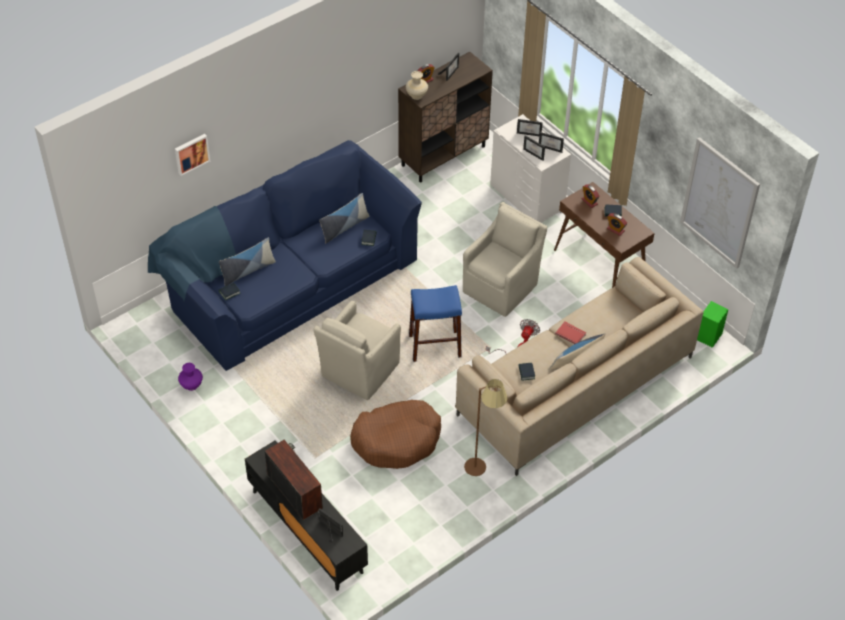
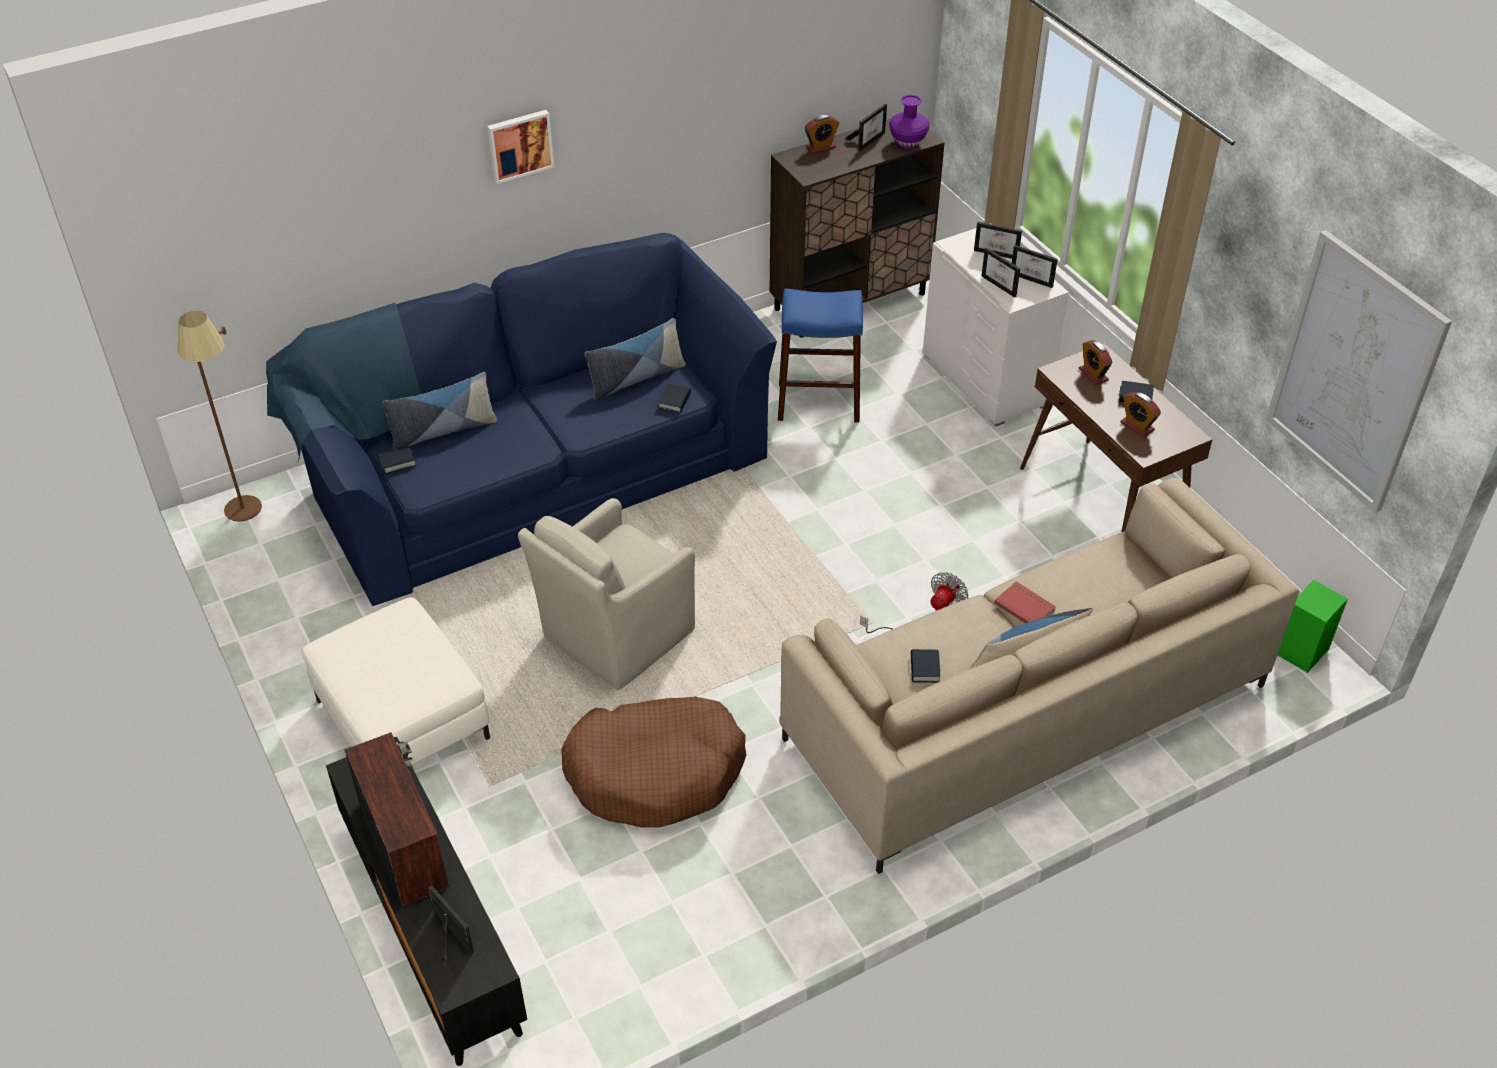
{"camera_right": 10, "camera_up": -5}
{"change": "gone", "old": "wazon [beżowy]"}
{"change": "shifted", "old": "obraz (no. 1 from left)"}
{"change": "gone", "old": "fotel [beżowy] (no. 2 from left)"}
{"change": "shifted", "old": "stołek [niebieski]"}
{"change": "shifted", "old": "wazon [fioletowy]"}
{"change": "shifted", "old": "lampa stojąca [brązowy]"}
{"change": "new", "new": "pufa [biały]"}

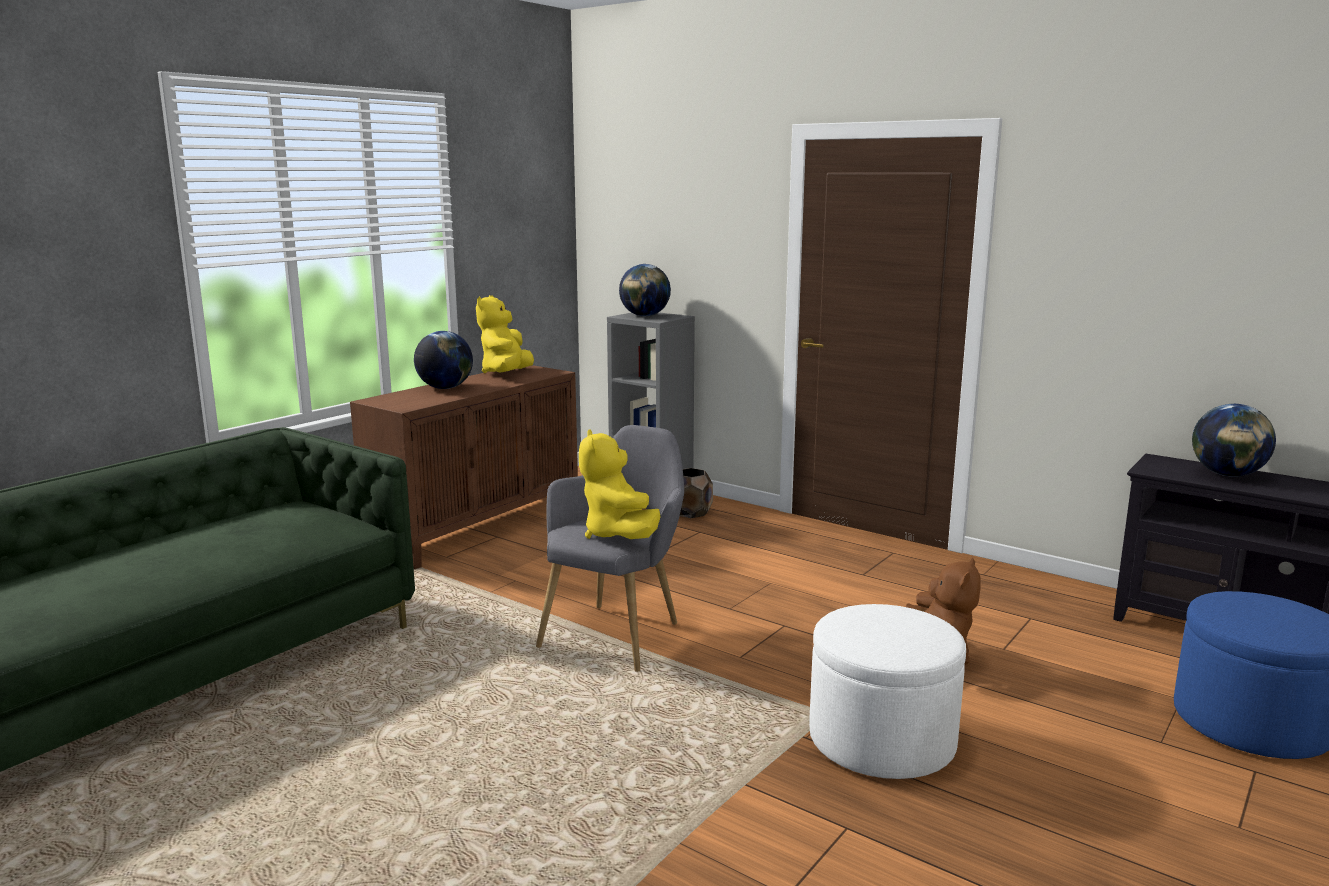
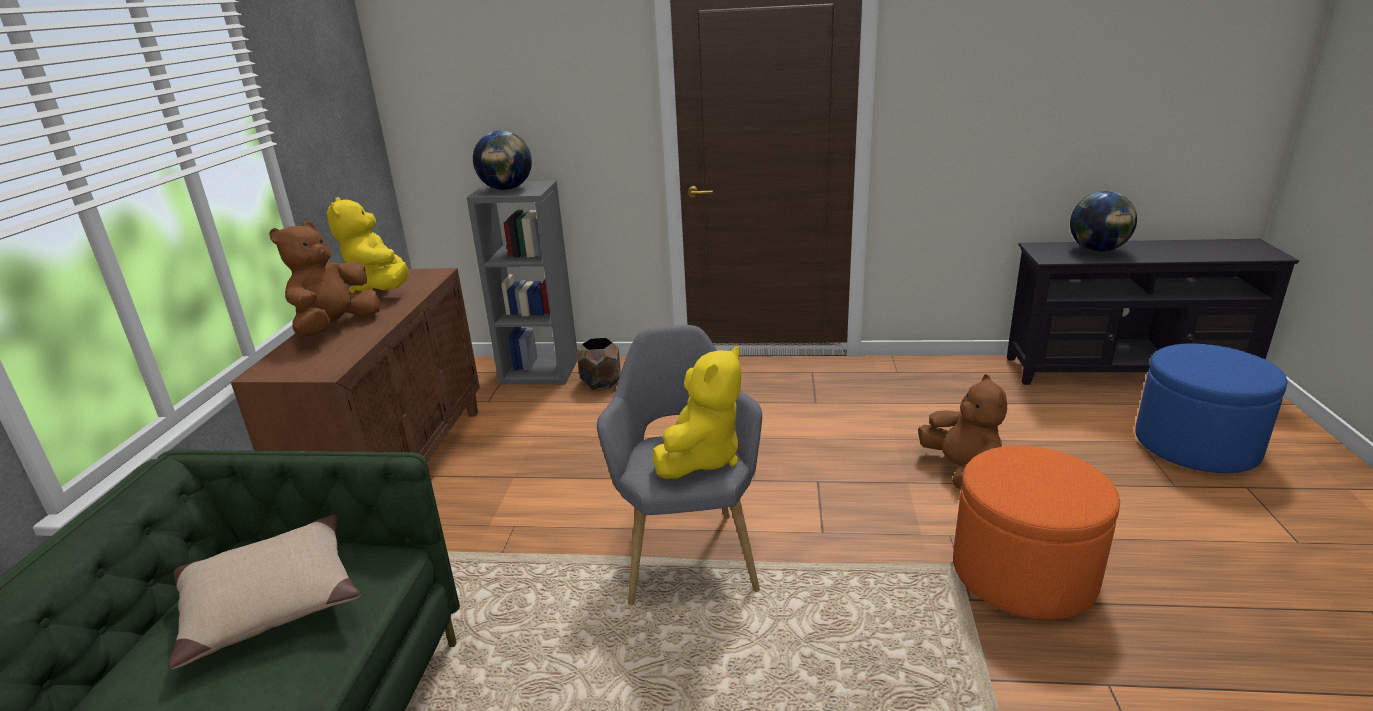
{"camera_right": -30, "camera_up": 10}
{"change": "swapped", "old": "globus (no. 1 from left)", "new": "pluszak [brązowy] (no. 1 from left)"}
{"change": "rotated", "old": "pluszak [żółty] (no. 2 from left)", "degrees": -105}
{"change": "repainted", "old": "pufa [biały]", "new": "pufa [pomarańczowy]"}
{"change": "new", "new": "poduszka [beżowy]"}

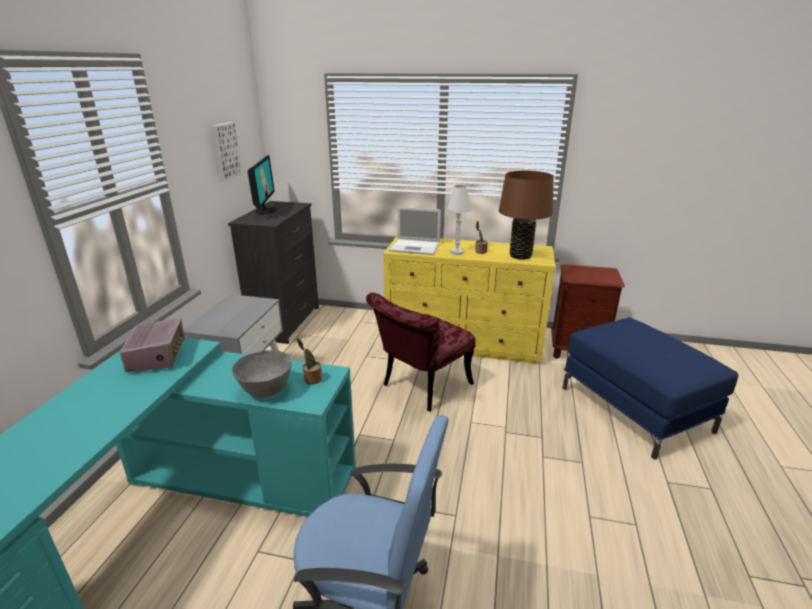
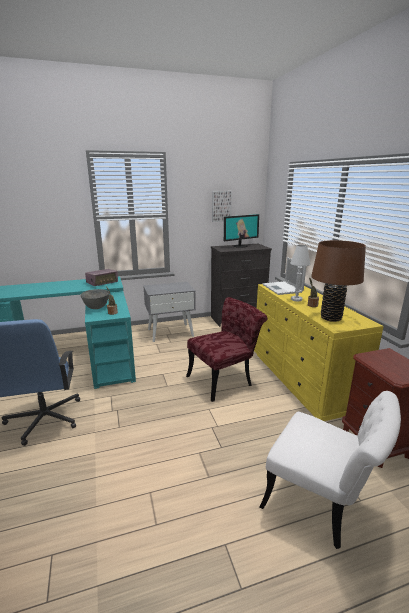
{"camera_right": 60, "camera_up": -5}
{"change": "rotated", "old": "krzesło [czerwony]", "degrees": 135}
{"change": "swapped", "old": "pufa [niebieski]", "new": "krzesło [biały]"}

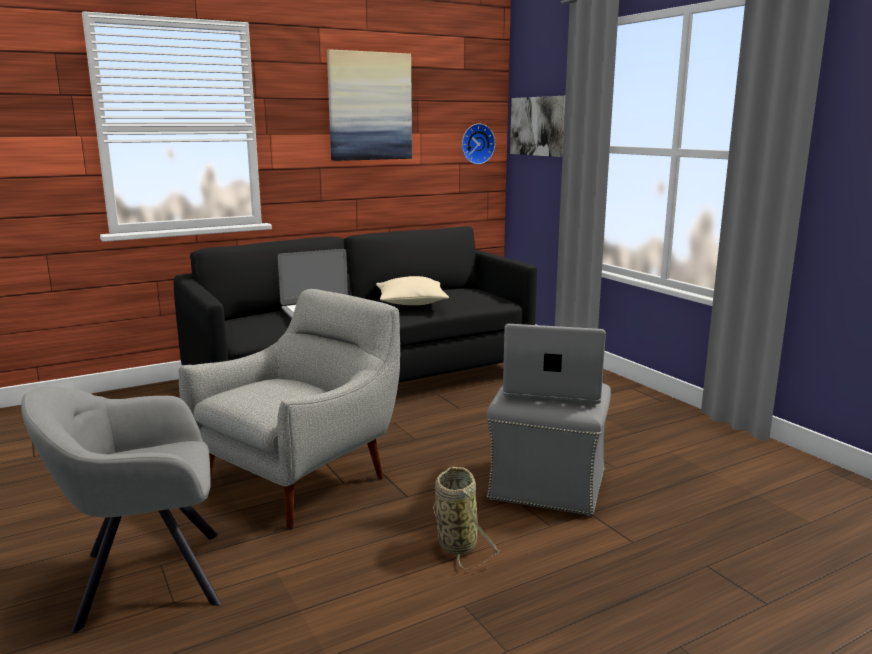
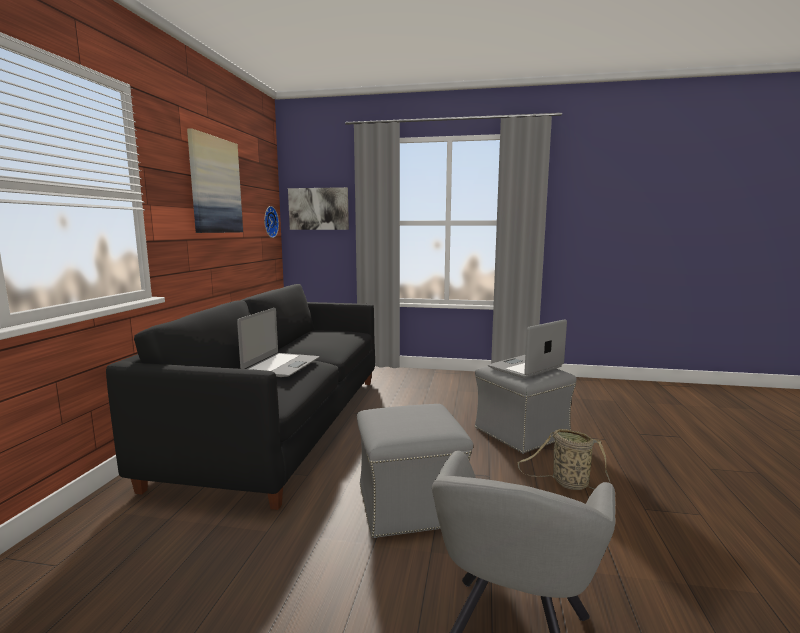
{"camera_right": -50, "camera_up": -5}
{"change": "gone", "old": "poduszka [beżowy]"}
{"change": "swapped", "old": "fotel [szary] (no. 2 from left)", "new": "pufa [szary] (no. 1 from left)"}

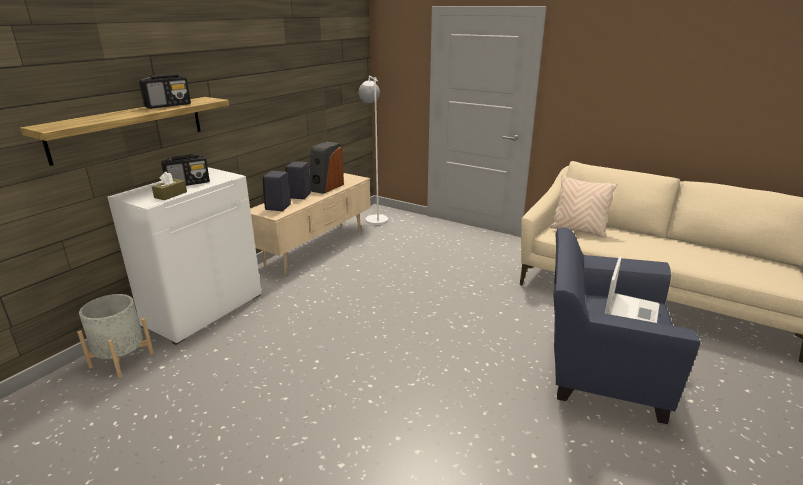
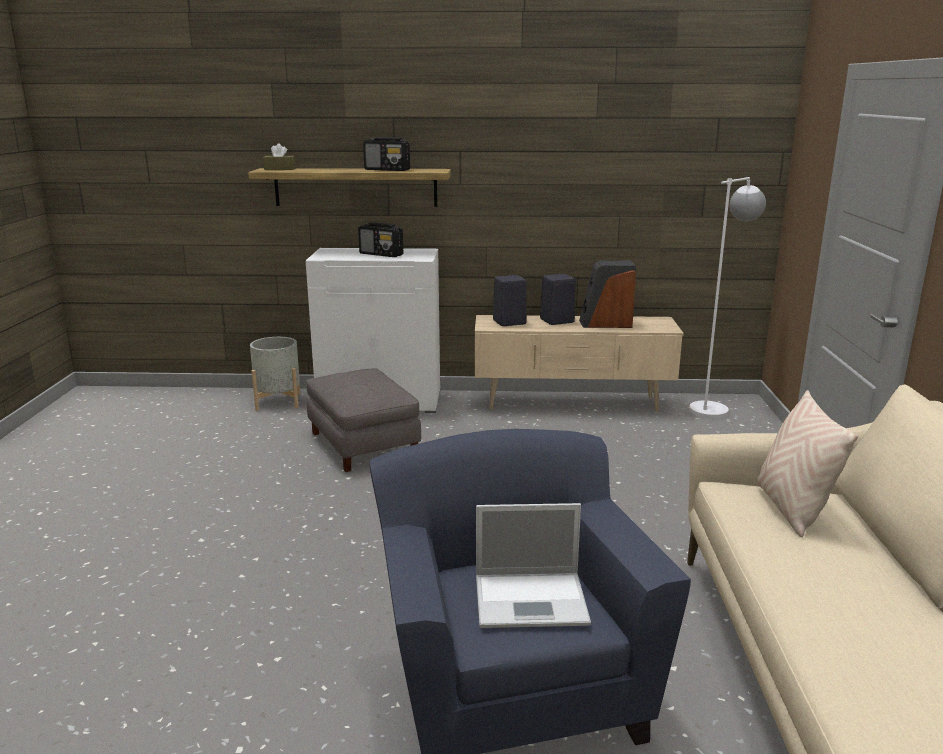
{"camera_right": 60, "camera_up": -5}
{"change": "shifted", "old": "pudełko chusteczek [brązowy]"}
{"change": "new", "new": "pufa [szary]"}

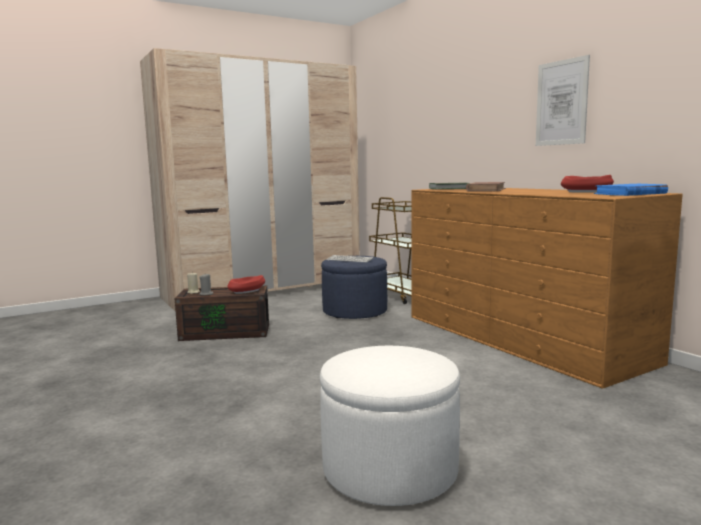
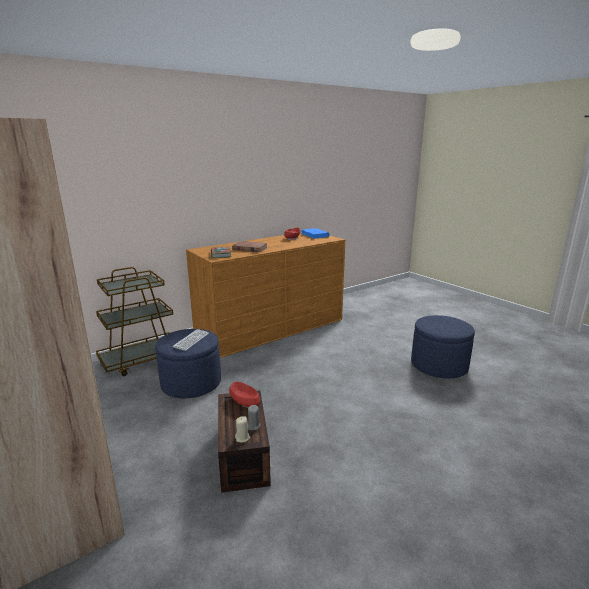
{"camera_right": -95, "camera_up": 10}
{"change": "gone", "old": "obraz"}
{"change": "repainted", "old": "pufa [biały]", "new": "pufa [niebieski] (no. 2 from left)"}

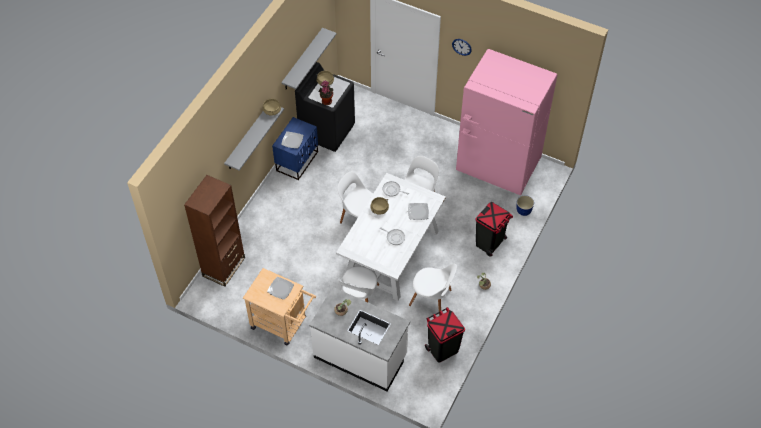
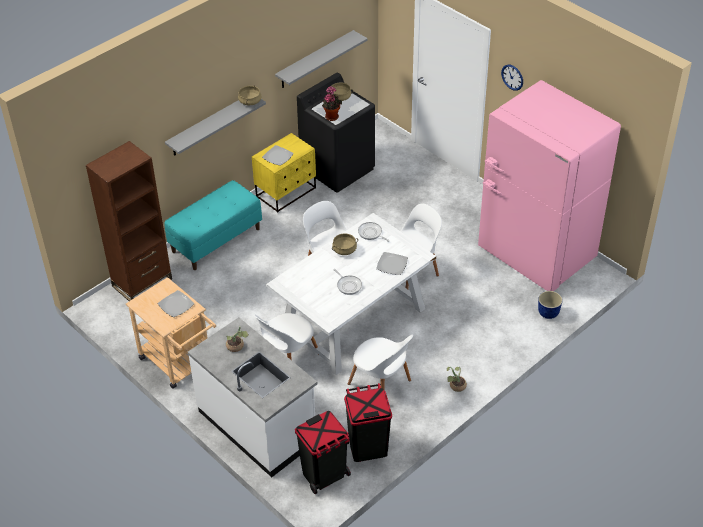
{"camera_right": 20, "camera_up": -10}
{"change": "repainted", "old": "szafka nocna [niebieski]", "new": "szafka nocna [żółty]"}
{"change": "shifted", "old": "kosz na śmieci [czarny] (no. 2 from left in the first image)", "new": "kosz na śmieci [czarny] (no. 1 from left)"}
{"change": "new", "new": "ławka [turkusowy]"}

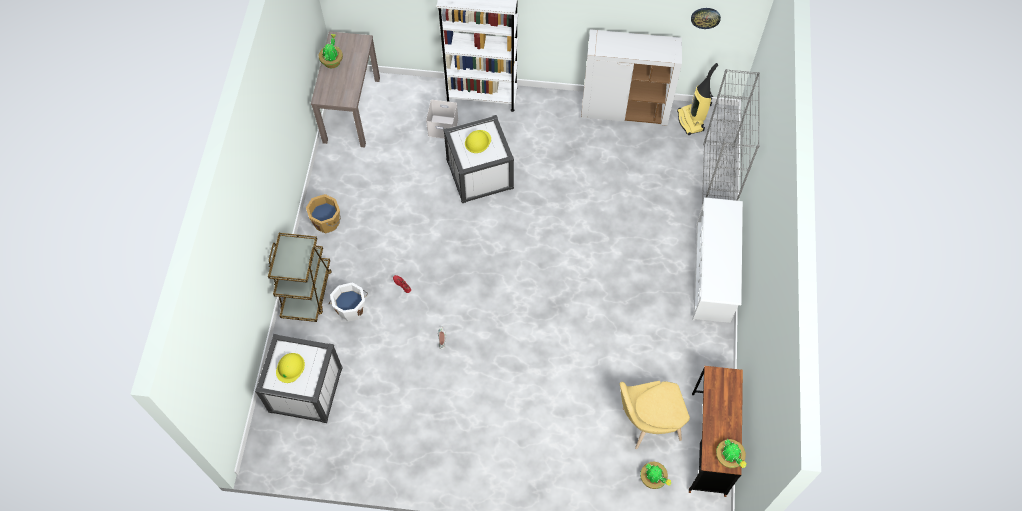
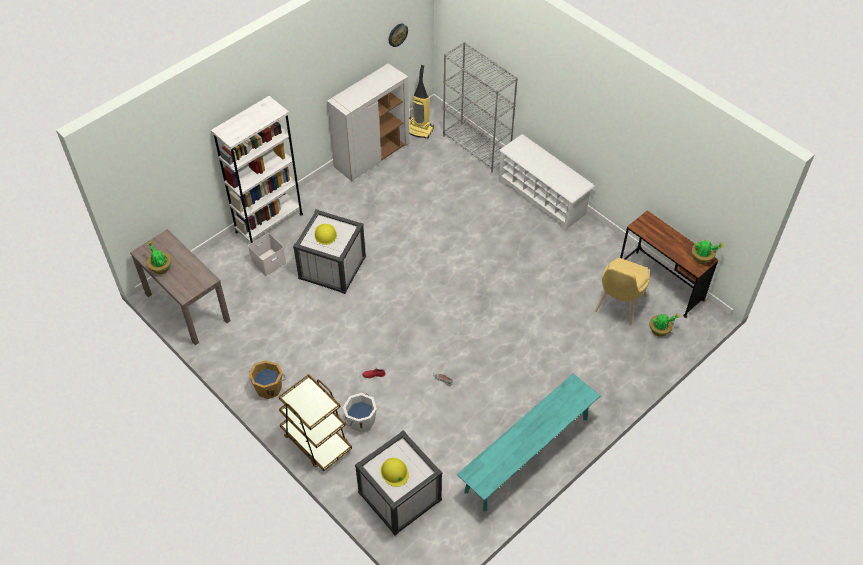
{"camera_right": -50, "camera_up": -10}
{"change": "new", "new": "ławka [turkusowy]"}

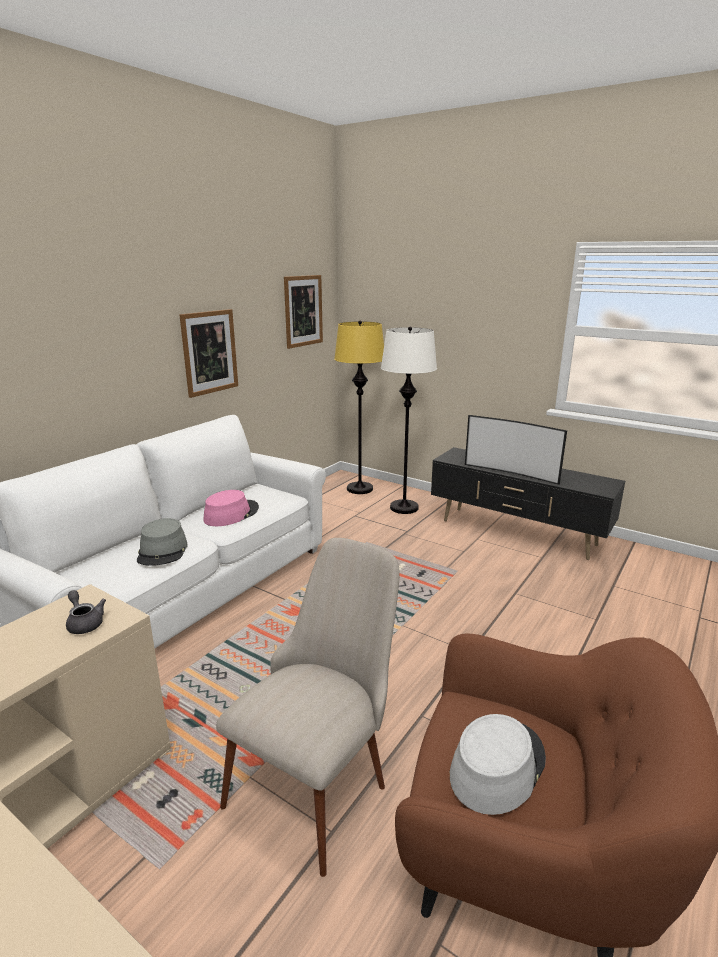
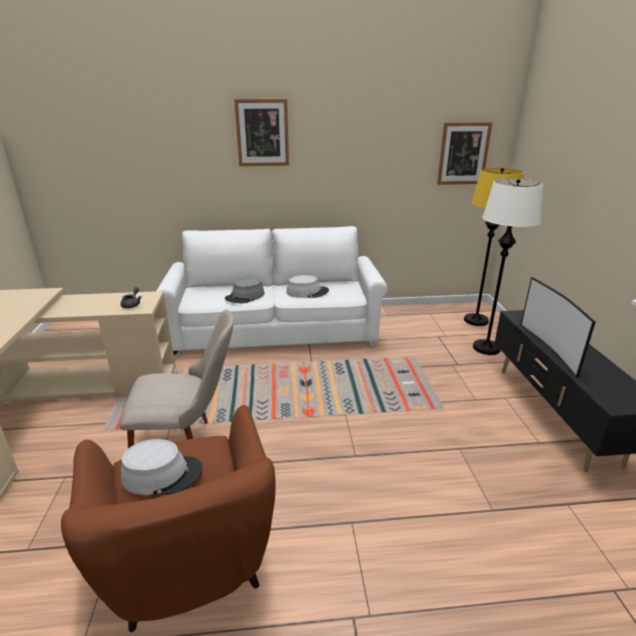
{"camera_right": 50, "camera_up": 5}
{"change": "shifted", "old": "obraz (no. 1 from left)"}
{"change": "repainted", "old": "kapelusz [różowy]", "new": "kapelusz [szary] (no. 3 from left)"}

